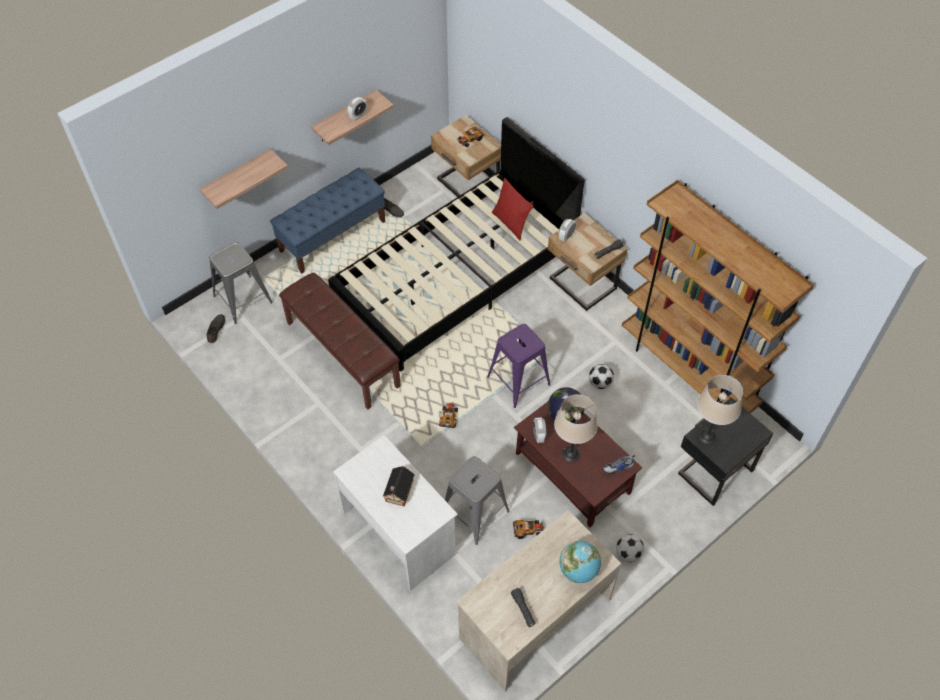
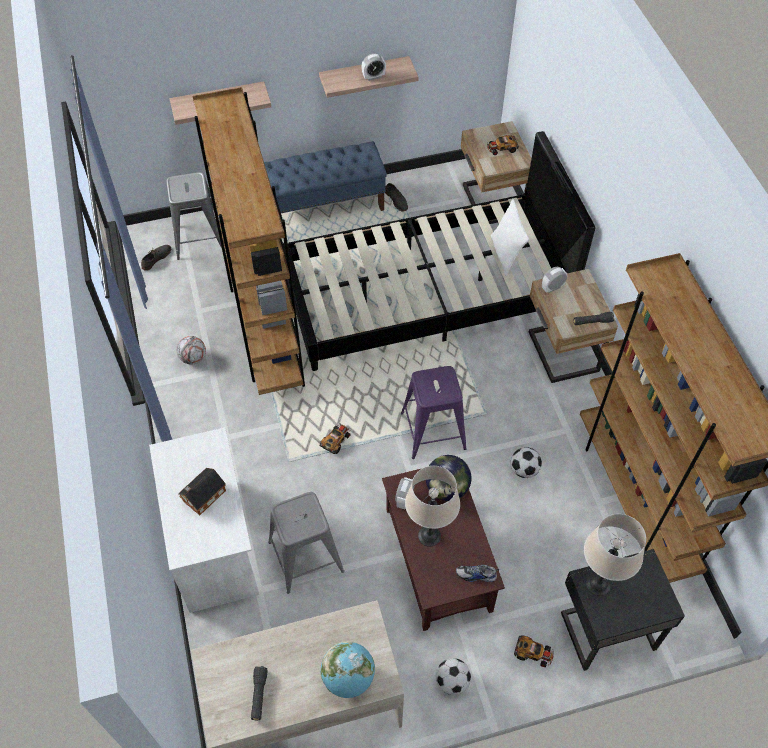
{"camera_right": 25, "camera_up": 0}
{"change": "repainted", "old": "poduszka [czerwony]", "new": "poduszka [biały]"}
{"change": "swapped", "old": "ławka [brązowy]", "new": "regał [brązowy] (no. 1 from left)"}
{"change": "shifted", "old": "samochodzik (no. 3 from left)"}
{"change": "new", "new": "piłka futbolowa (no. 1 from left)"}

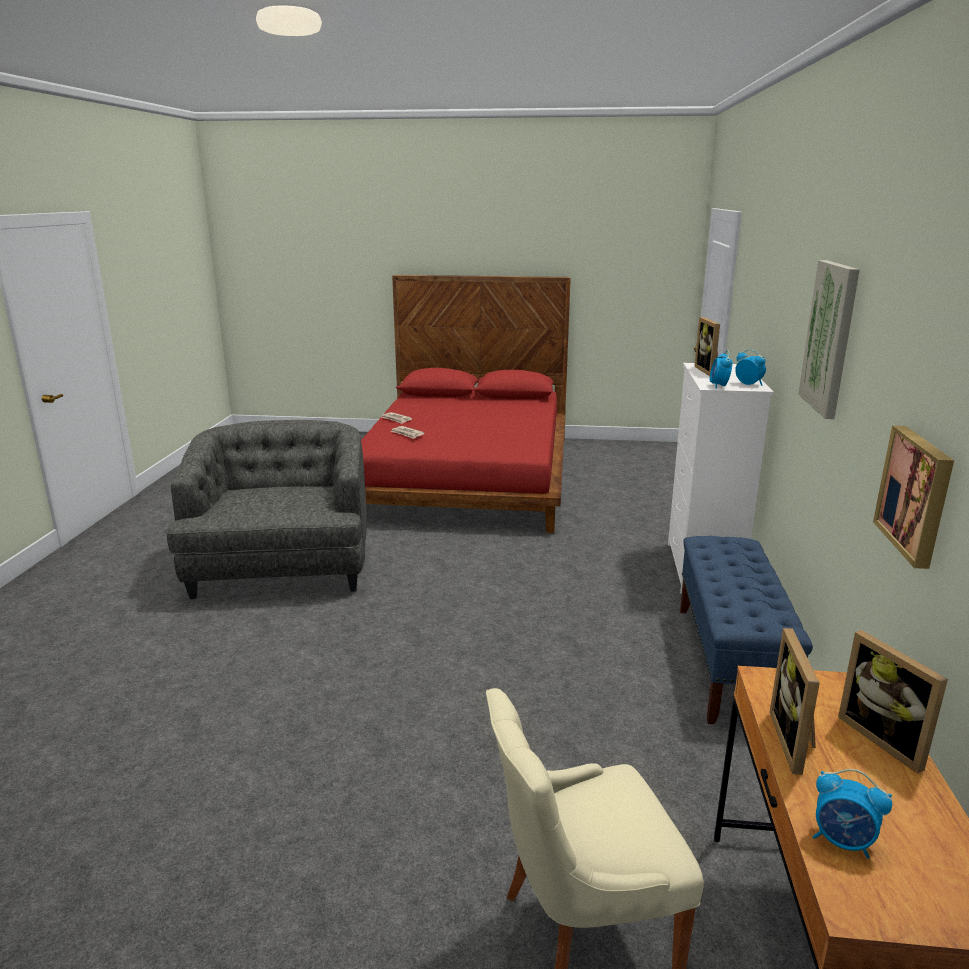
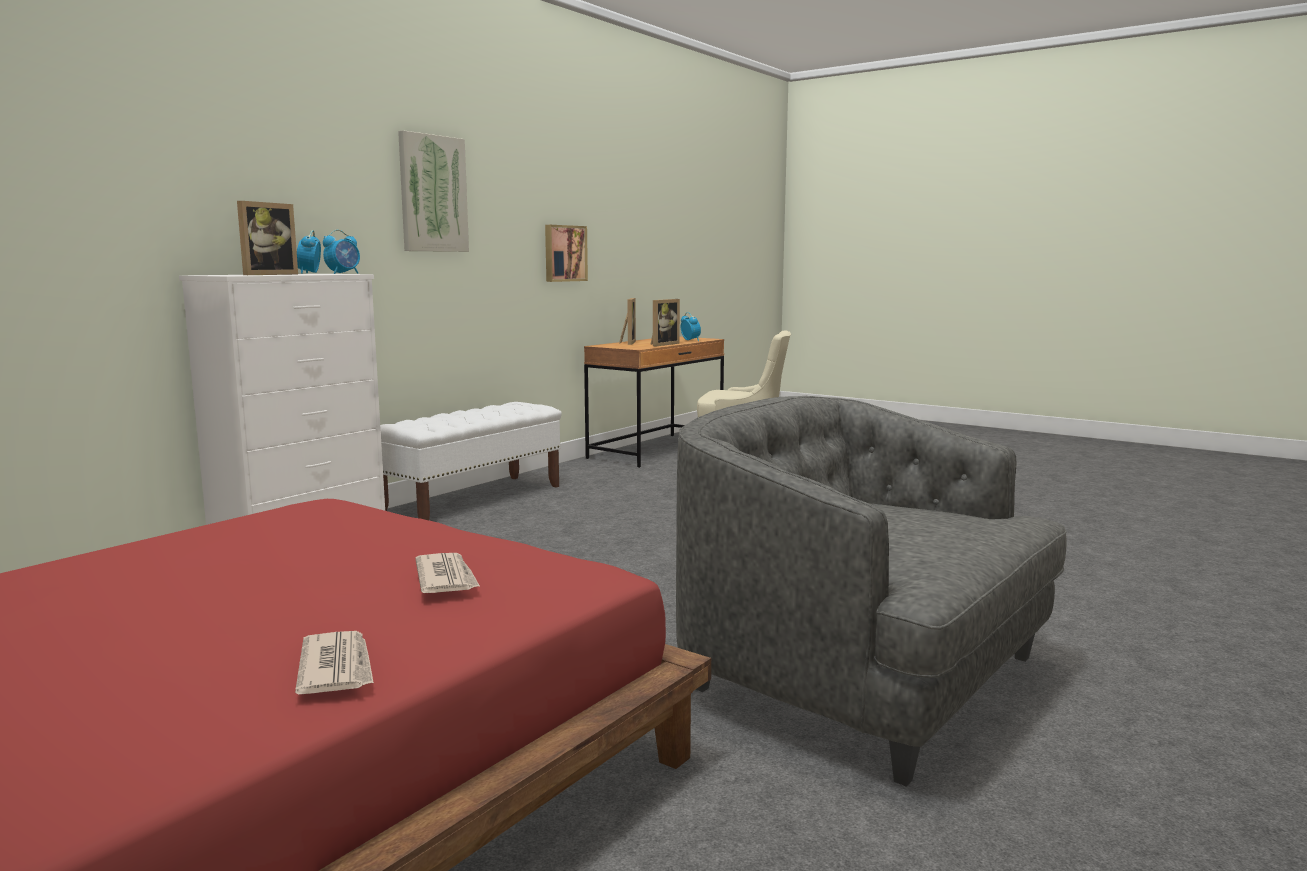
{"camera_right": -150, "camera_up": -10}
{"change": "rotated", "old": "fotel [szary]", "degrees": 105}
{"change": "repainted", "old": "ławka [niebieski]", "new": "ławka [biały]"}

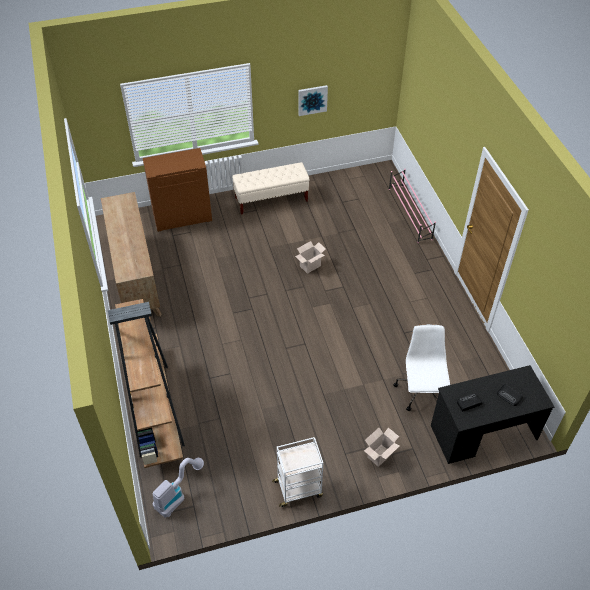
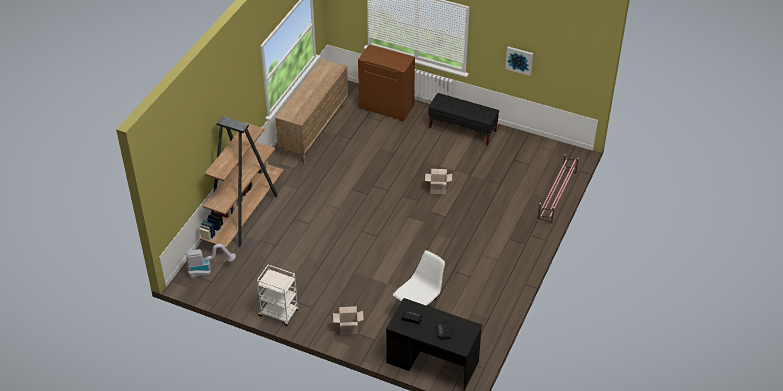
{"camera_right": 40, "camera_up": -5}
{"change": "repainted", "old": "ławka [beżowy]", "new": "ławka [czarny]"}

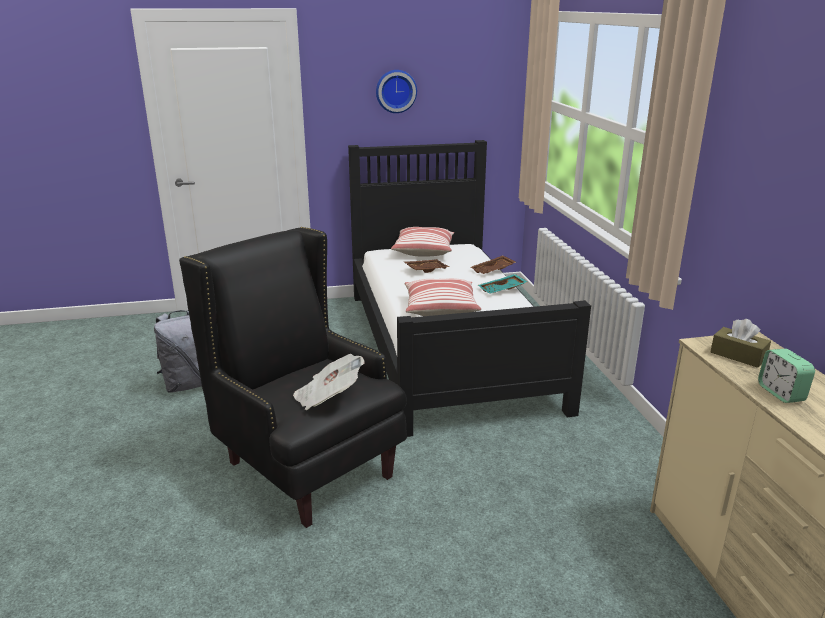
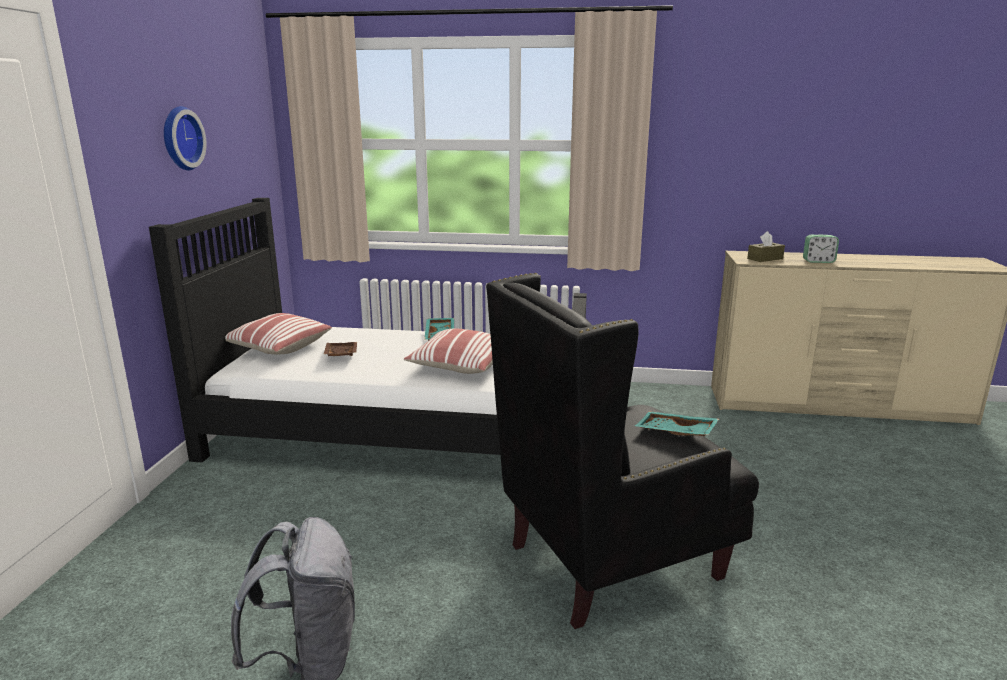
{"camera_right": -70, "camera_up": -5}
{"change": "gone", "old": "taca [brązowy] (no. 2 from left)"}
{"change": "swapped", "old": "gazeta", "new": "taca [turkusowy] (no. 2 from left)"}

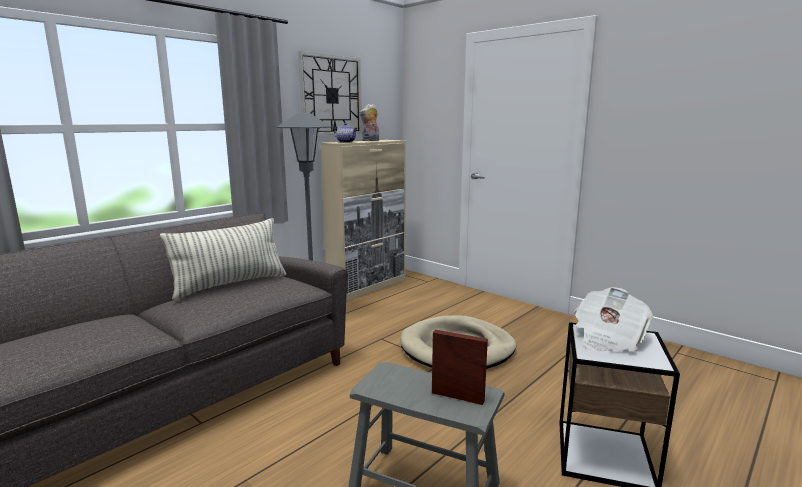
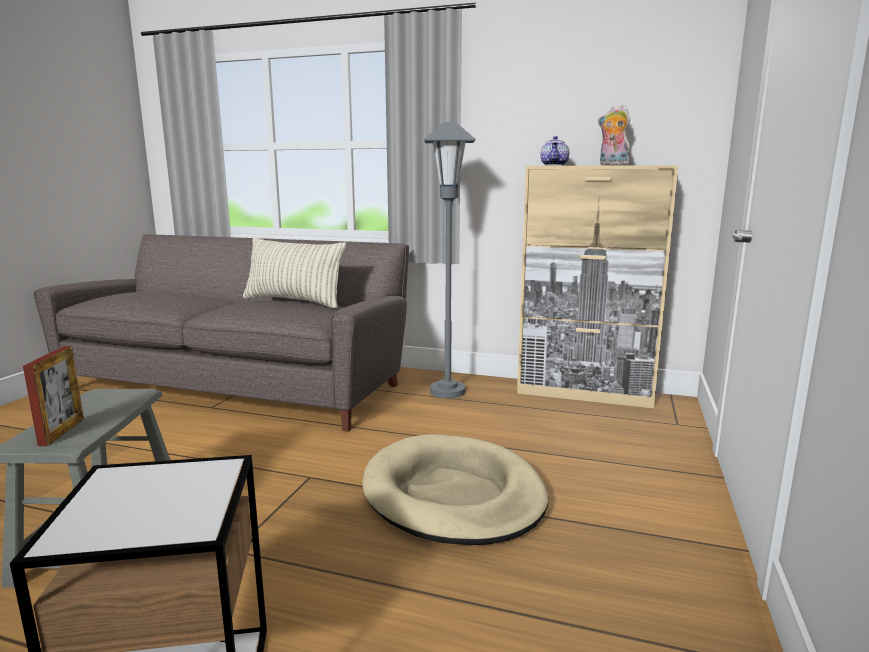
{"camera_right": 65, "camera_up": 0}
{"change": "gone", "old": "zegar ścienny"}
{"change": "gone", "old": "gazeta"}

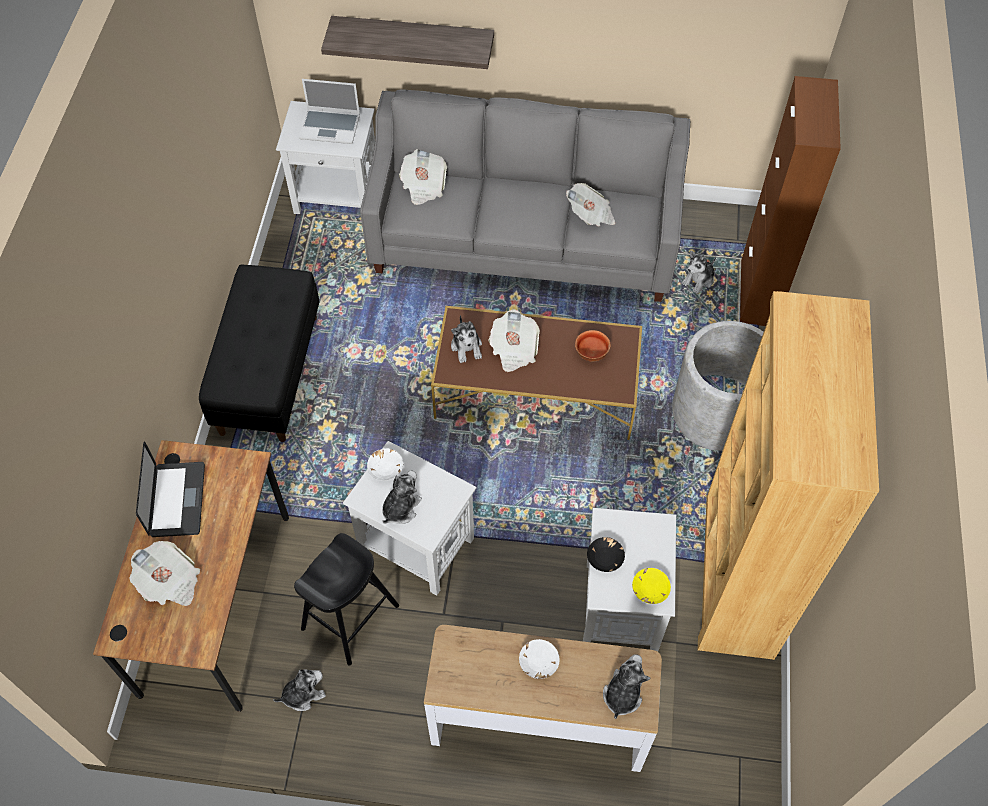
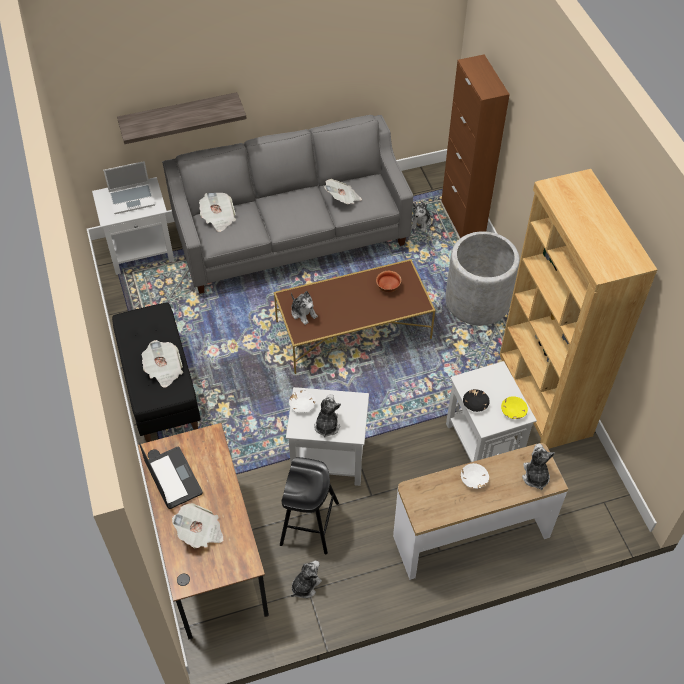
{"camera_right": -25, "camera_up": -5}
{"change": "shifted", "old": "gazeta (no. 3 from left in the first image)", "new": "gazeta (no. 1 from left)"}

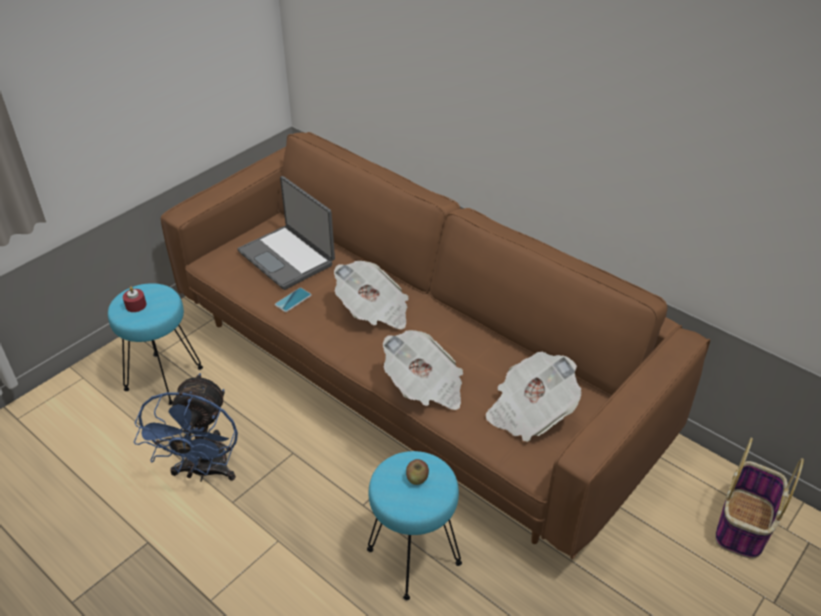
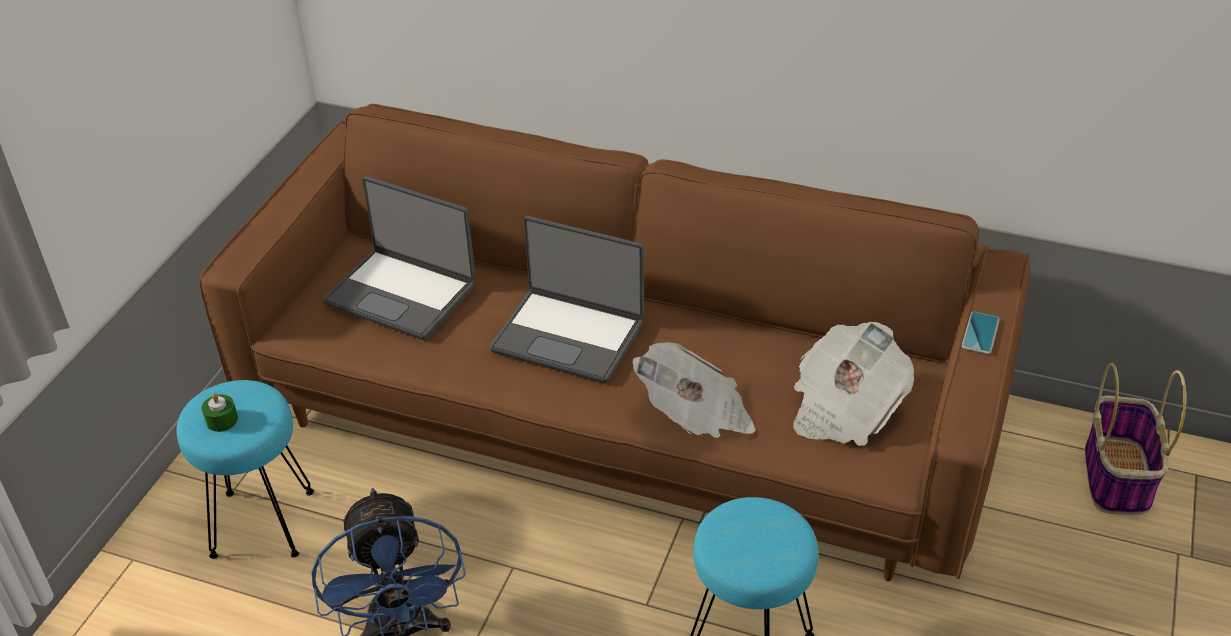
{"camera_right": -20, "camera_up": 0}
{"change": "swapped", "old": "gazeta (no. 1 from left)", "new": "laptop (no. 2 from left)"}
{"change": "repainted", "old": "świeca [czerwony]", "new": "świeca [zielony]"}
{"change": "shifted", "old": "telefon"}
{"change": "gone", "old": "jabłko"}

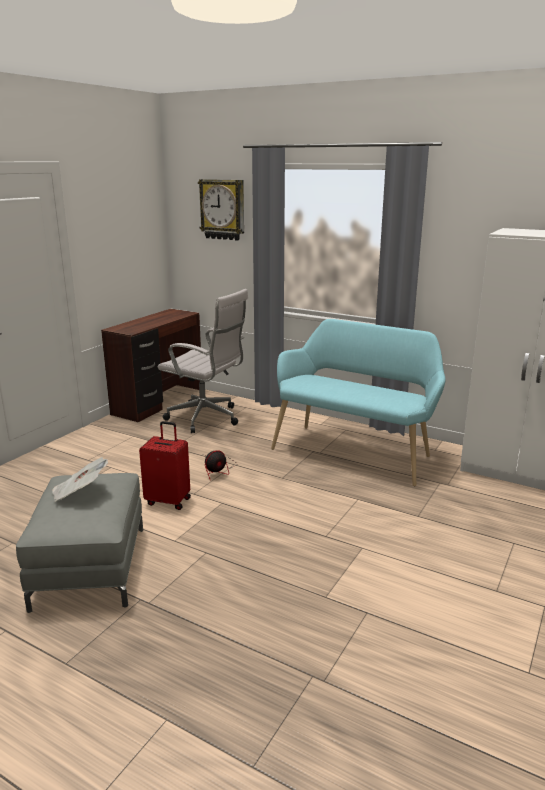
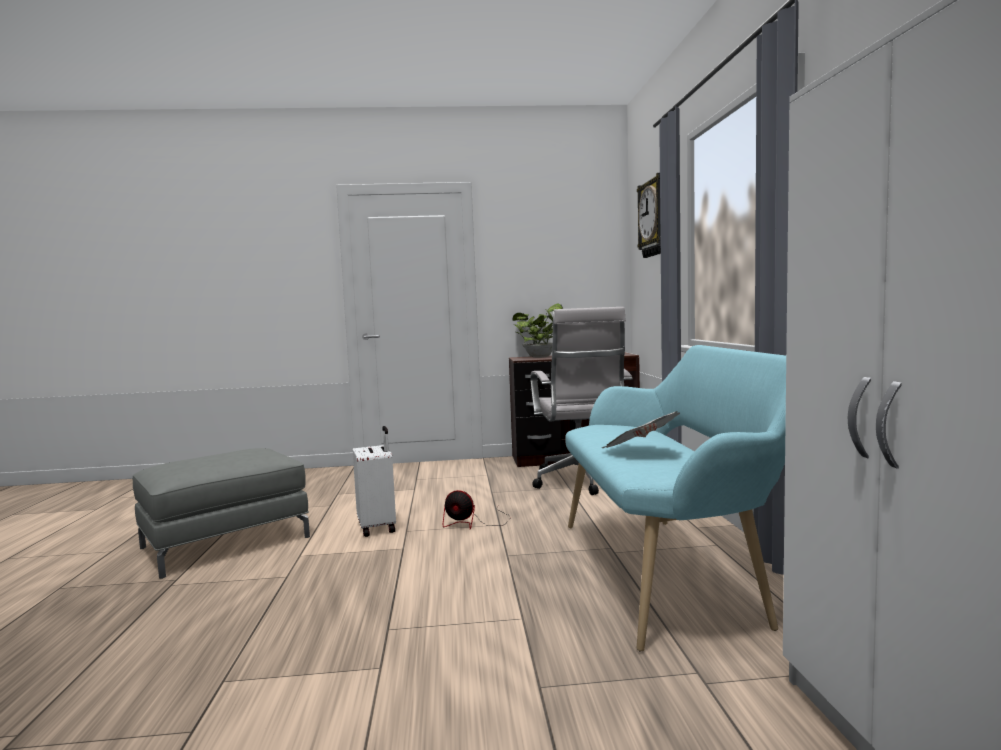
{"camera_right": 55, "camera_up": -15}
{"change": "repainted", "old": "walizka [czerwony]", "new": "walizka [biały]"}
{"change": "shifted", "old": "gazeta"}
{"change": "new", "new": "roślina doniczkowa"}

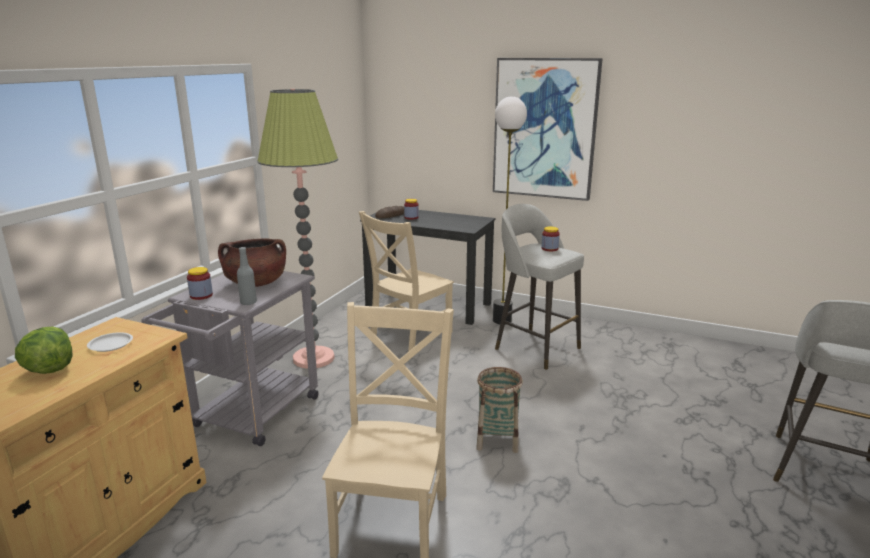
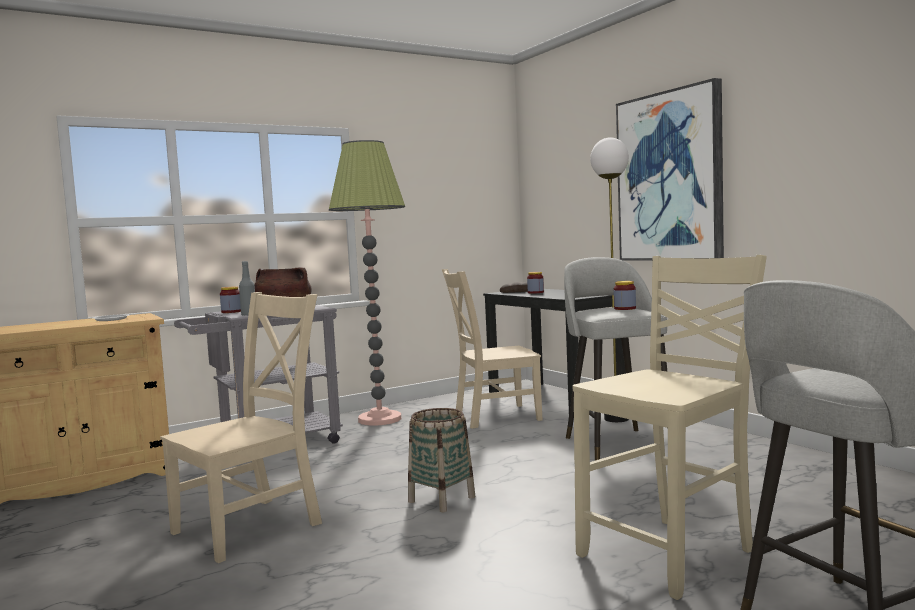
{"camera_right": 35, "camera_up": -15}
{"change": "gone", "old": "sałata"}
{"change": "new", "new": "krzesło [beżowy] (no. 3 from left)"}

